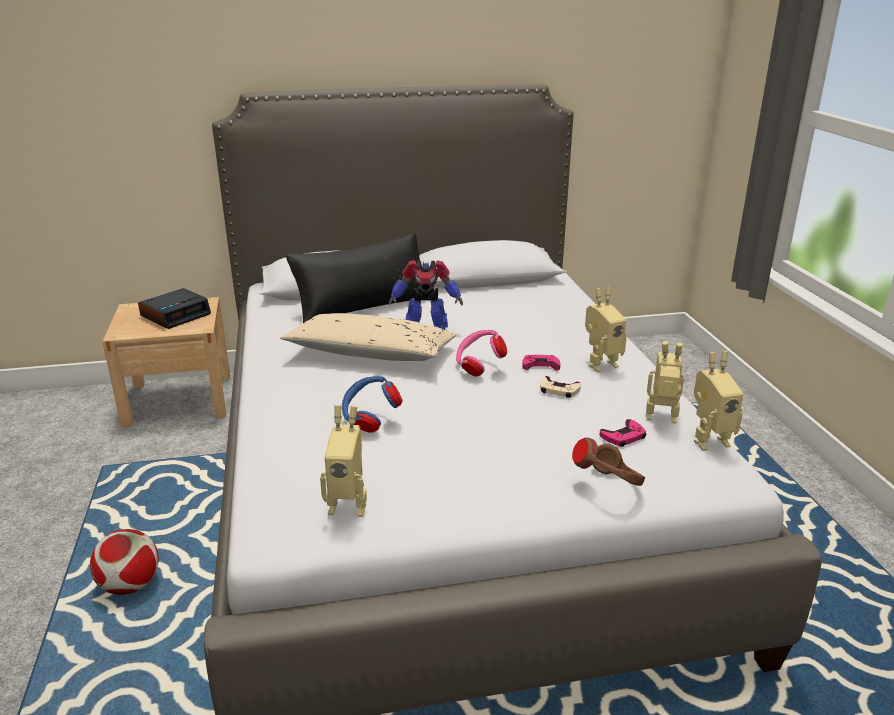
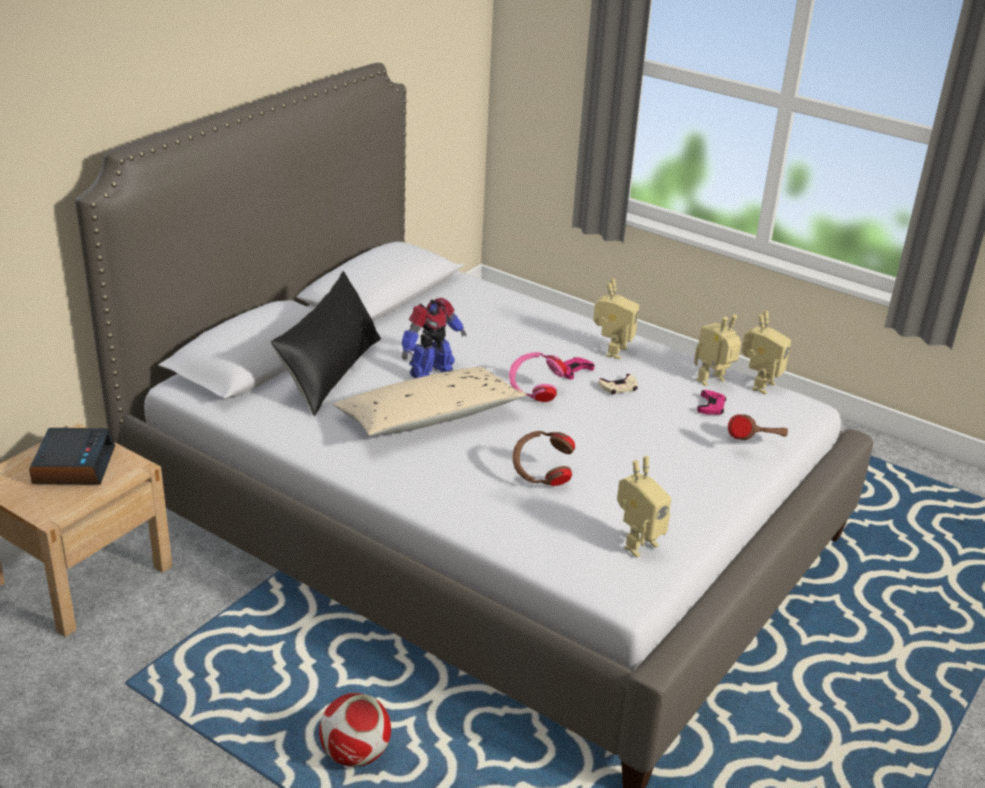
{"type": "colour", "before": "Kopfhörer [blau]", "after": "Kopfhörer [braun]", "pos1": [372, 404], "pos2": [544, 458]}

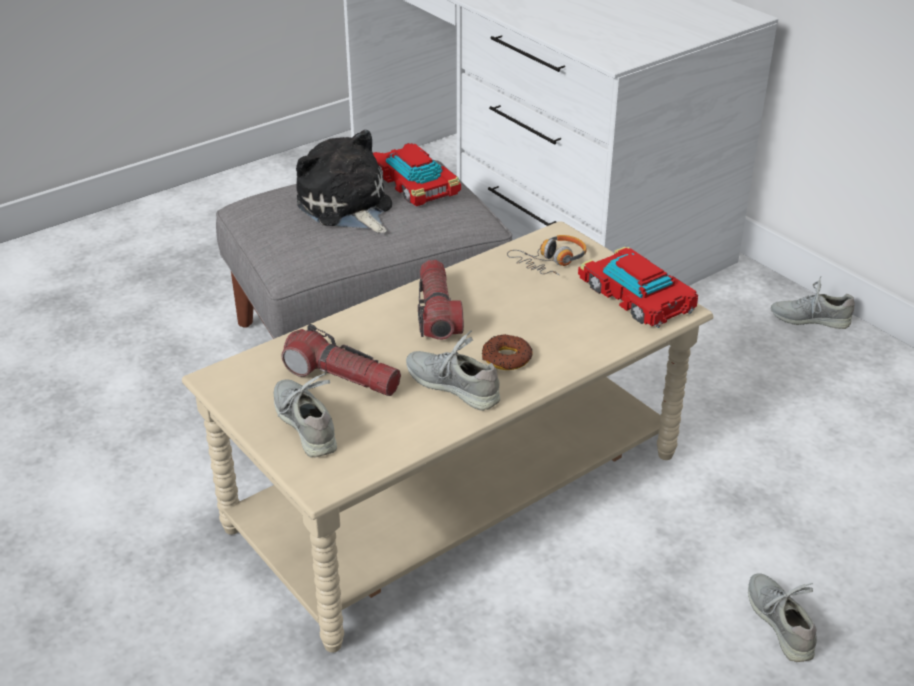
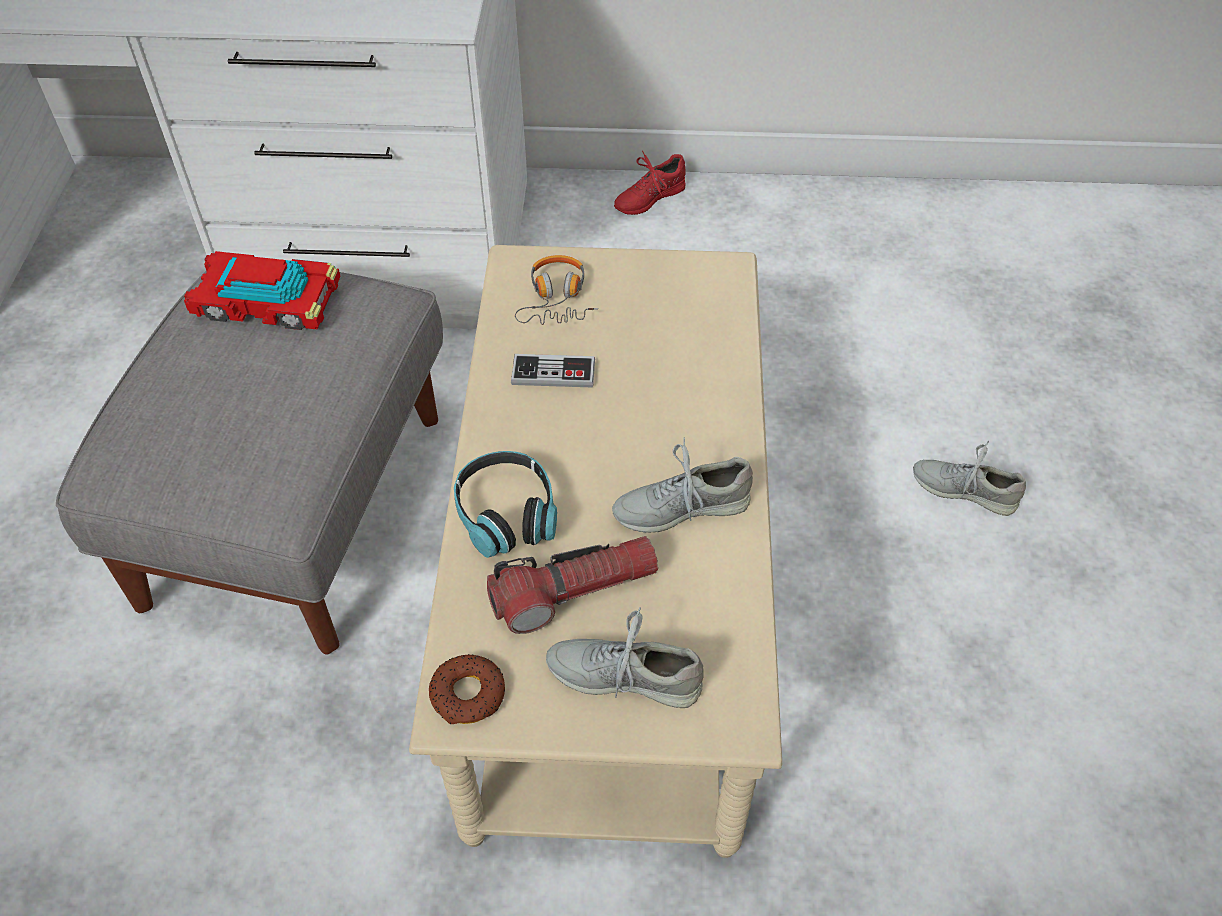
{"type": "relocated", "before": "Donut", "pos1": [507, 352], "pos2": [467, 689]}
{"type": "appeared", "after": "Kopfhörer", "pos2": [505, 504]}
{"type": "appeared", "after": "Gamepad", "pos2": [553, 370]}
{"type": "colour", "before": "Schuh [grau]", "after": "Schuh [rot]", "pos1": [813, 302], "pos2": [650, 183]}
{"type": "missing", "before": "Plüschtier", "pos1": [344, 181]}
{"type": "missing", "before": "Taschenlampe", "pos1": [441, 300]}
{"type": "missing", "before": "Spielzeugauto", "pos1": [638, 287]}

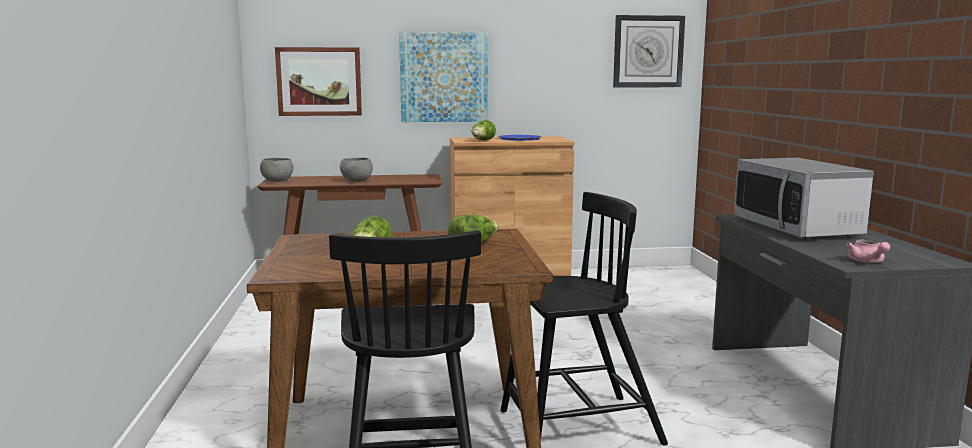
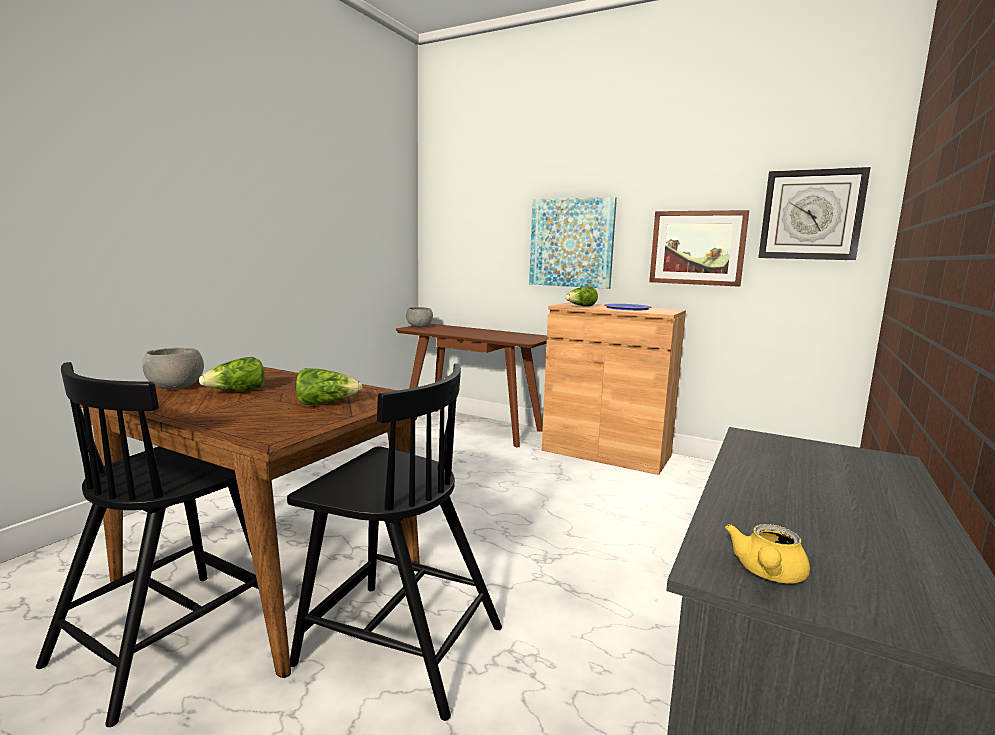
{"type": "relocated", "before": "Schüssel [grau]", "pos1": [356, 170], "pos2": [173, 368]}
{"type": "relocated", "before": "Bild", "pos1": [318, 81], "pos2": [699, 248]}
{"type": "colour", "before": "Teekanne [rosa]", "after": "Teekanne [gelb]", "pos1": [868, 251], "pos2": [767, 554]}
{"type": "missing", "before": "Mikrowelle", "pos1": [804, 198]}

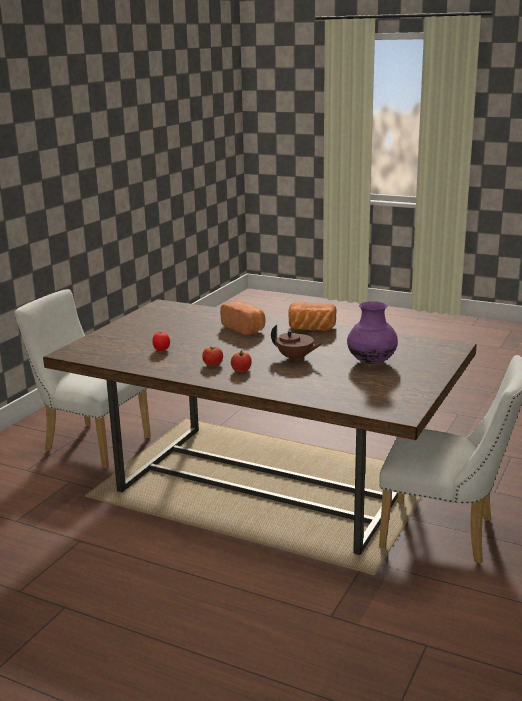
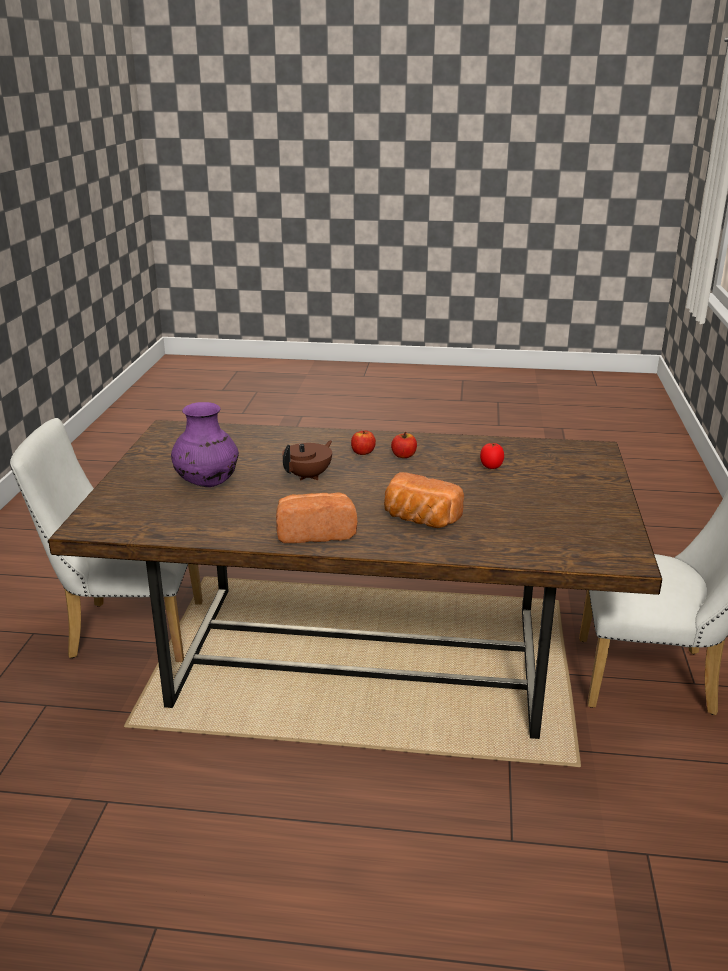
{"type": "spun", "before": "Teekanne [braun]", "pos1": [296, 343], "pos2": [307, 460], "turn": 120}

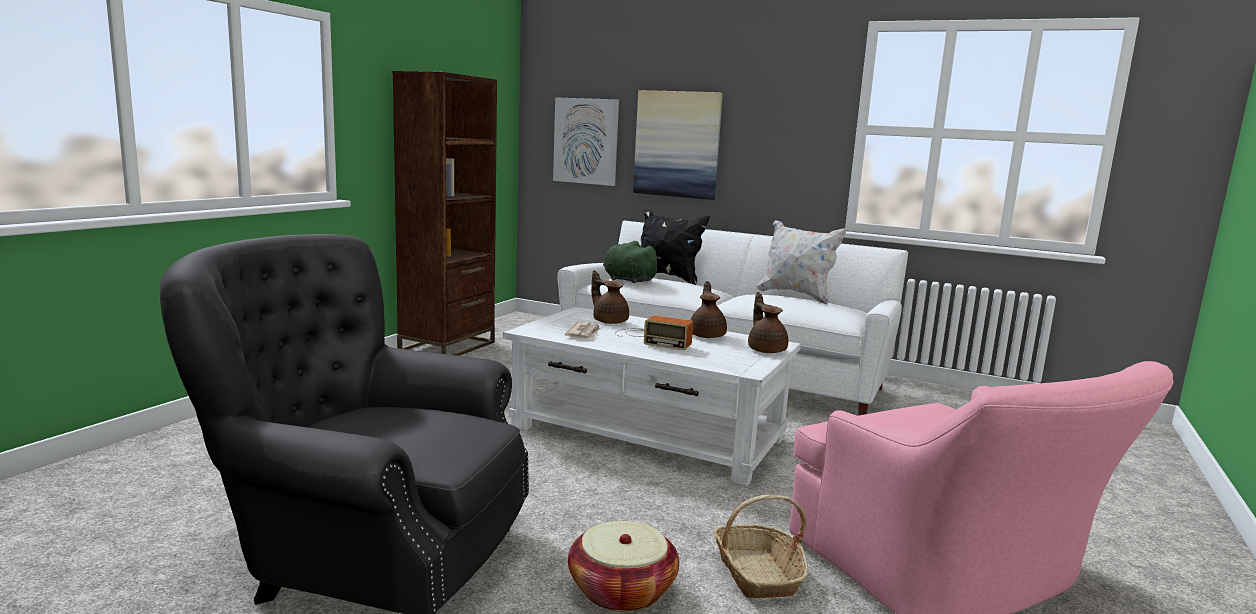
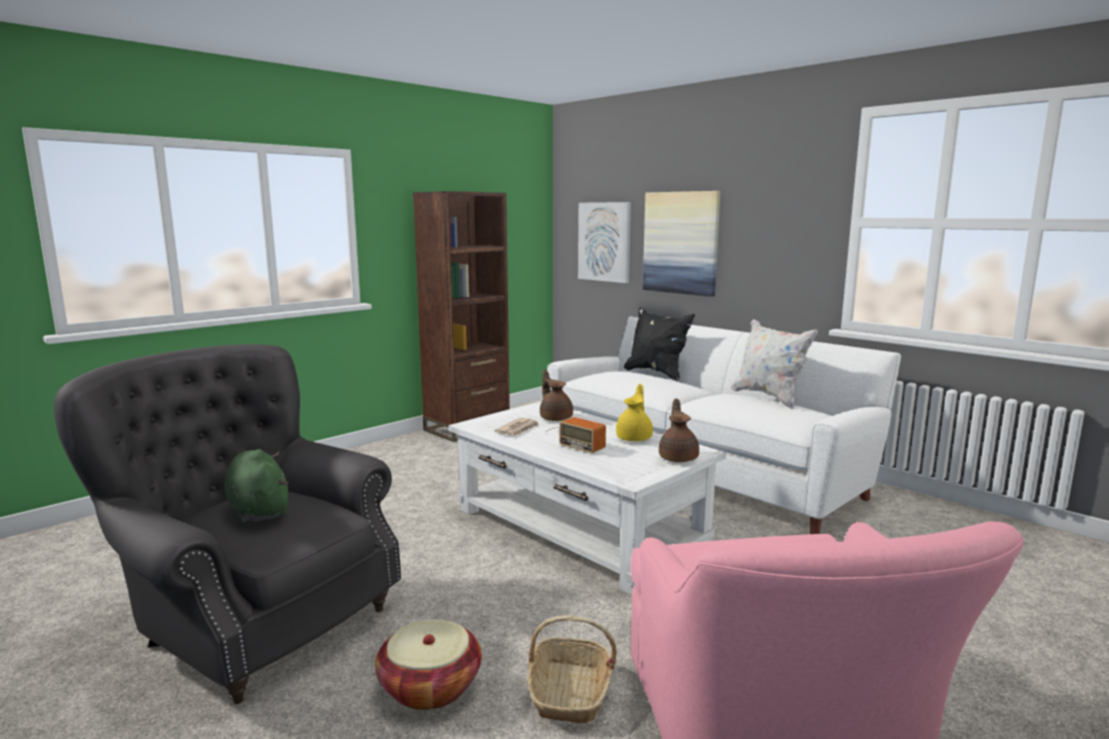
{"type": "relocated", "before": "Plüschtier [grün]", "pos1": [632, 262], "pos2": [256, 486]}
{"type": "colour", "before": "Teekanne [braun]", "after": "Teekanne [gelb]", "pos1": [709, 309], "pos2": [634, 412]}

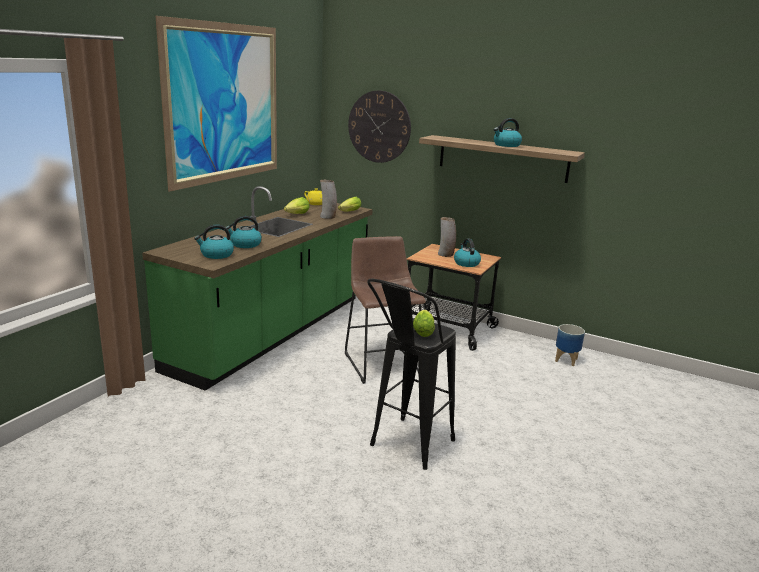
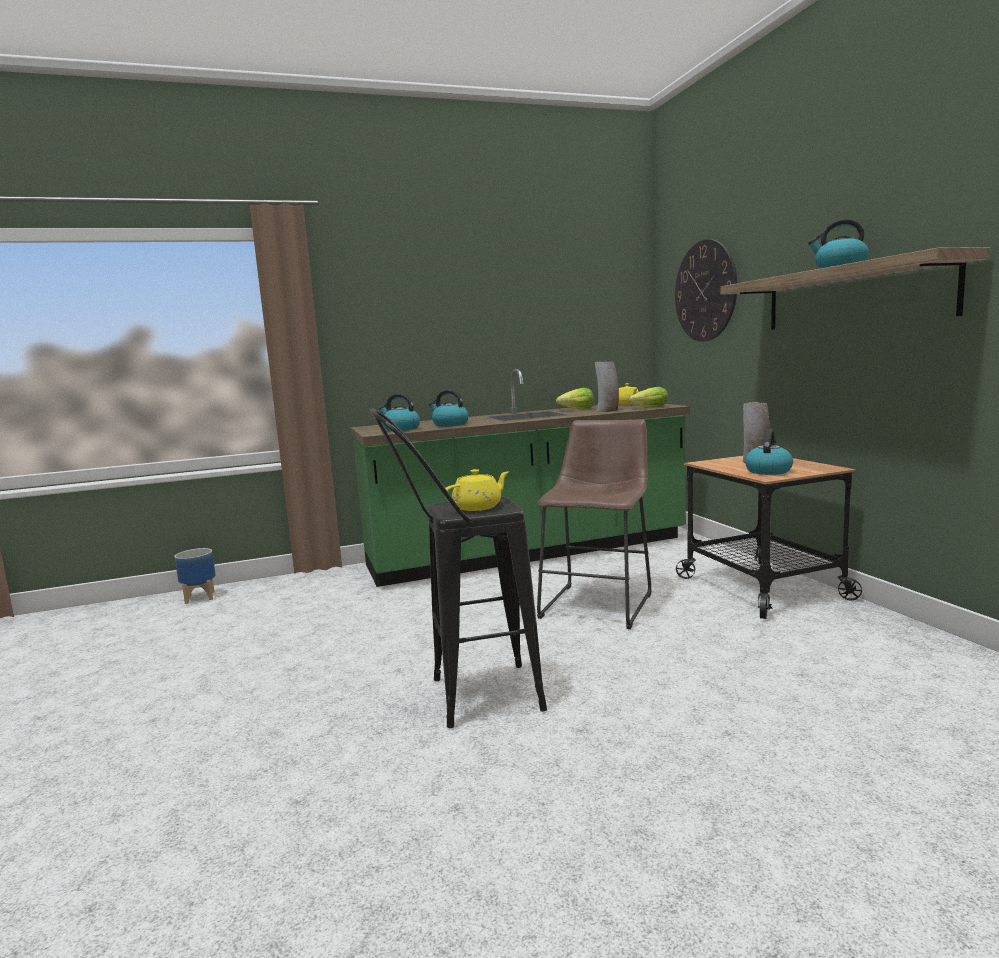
{"type": "relocated", "before": "Pflanzkübel", "pos1": [570, 345], "pos2": [195, 576]}
{"type": "exchanged", "before": "Salatkopf", "after": "Teekanne [gelb]", "pos1": [424, 323], "pos2": [477, 490]}
{"type": "missing", "before": "Bild", "pos1": [216, 104]}

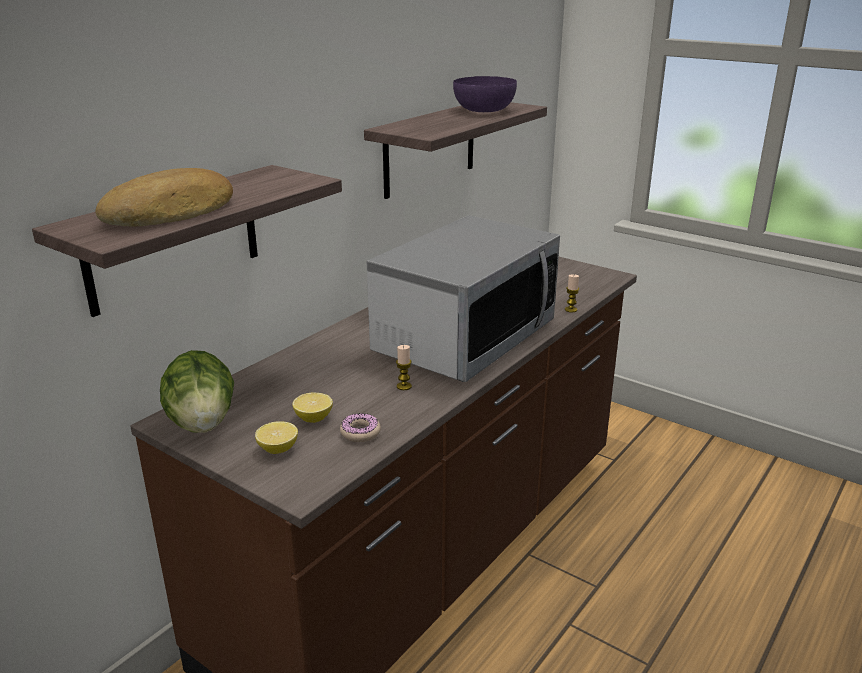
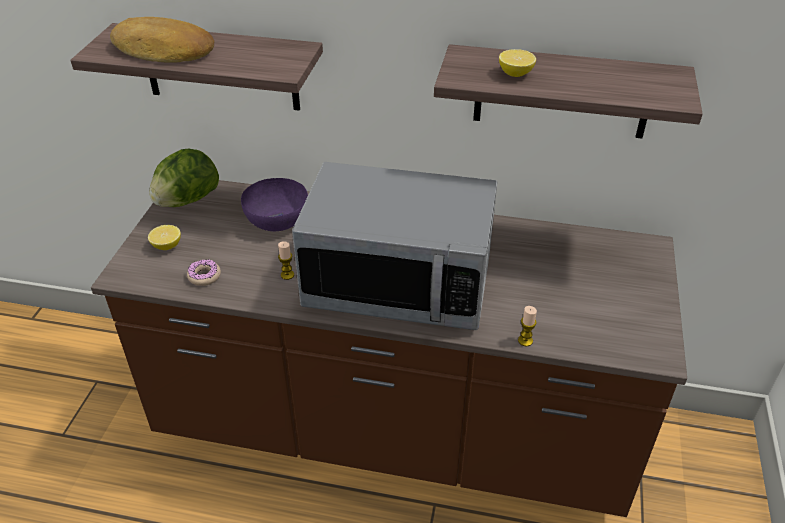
{"type": "relocated", "before": "Schüssel [lila]", "pos1": [485, 94], "pos2": [274, 204]}
{"type": "relocated", "before": "Zitrone", "pos1": [313, 408], "pos2": [517, 63]}

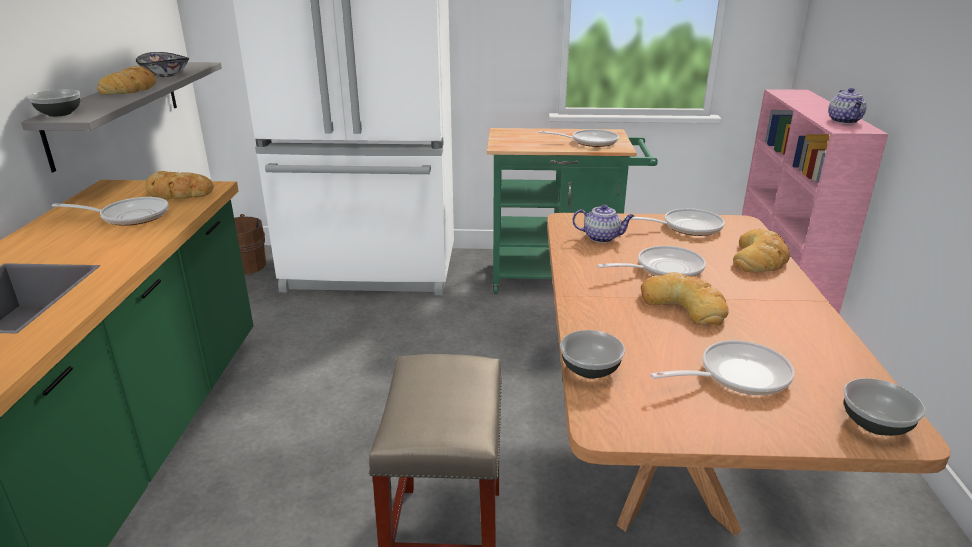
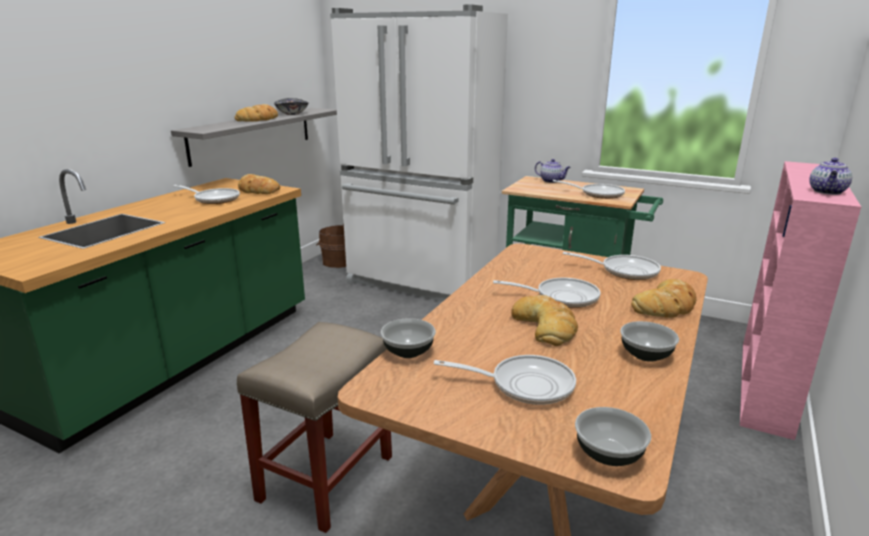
{"type": "relocated", "before": "Teekanne", "pos1": [603, 223], "pos2": [553, 171]}
{"type": "relocated", "before": "Schüssel", "pos1": [54, 103], "pos2": [649, 341]}

